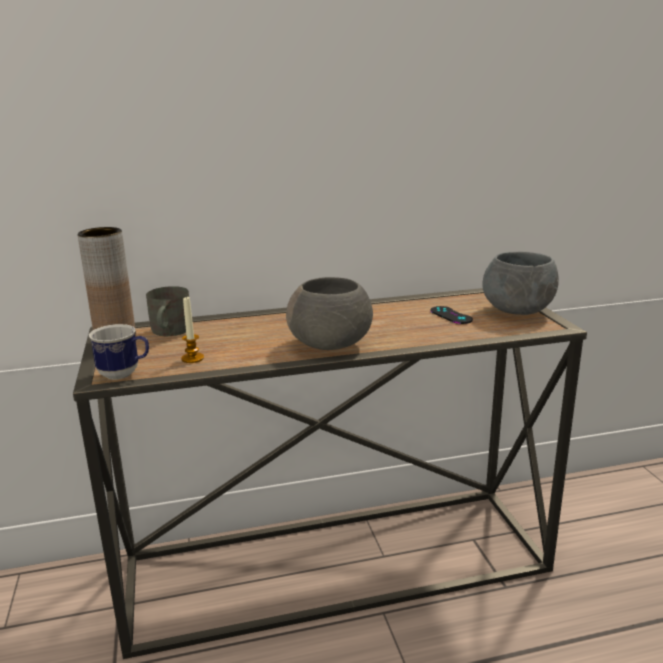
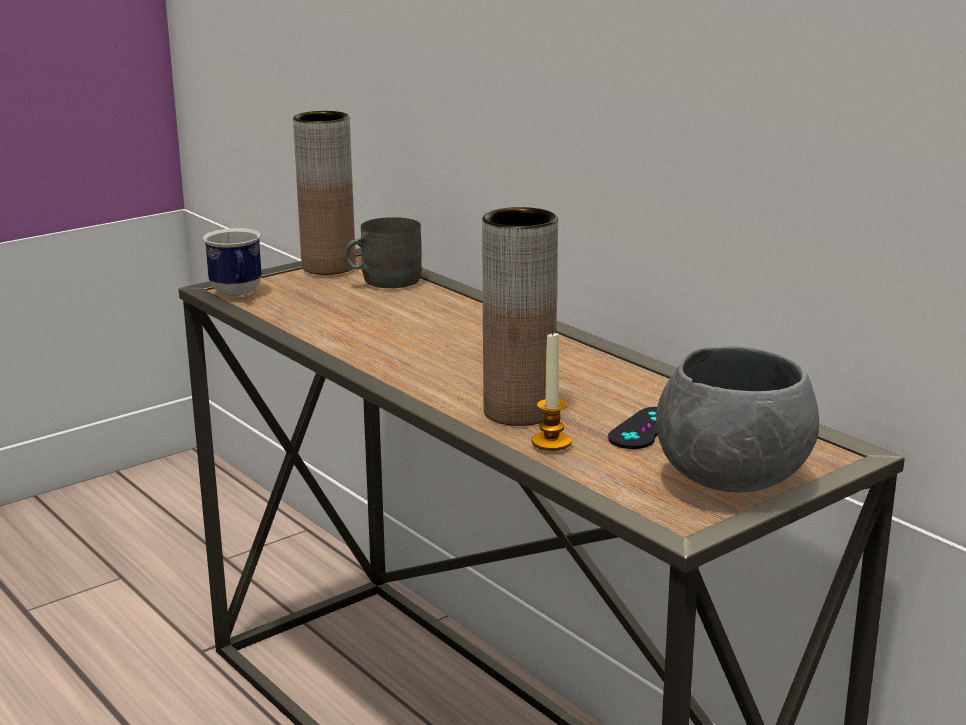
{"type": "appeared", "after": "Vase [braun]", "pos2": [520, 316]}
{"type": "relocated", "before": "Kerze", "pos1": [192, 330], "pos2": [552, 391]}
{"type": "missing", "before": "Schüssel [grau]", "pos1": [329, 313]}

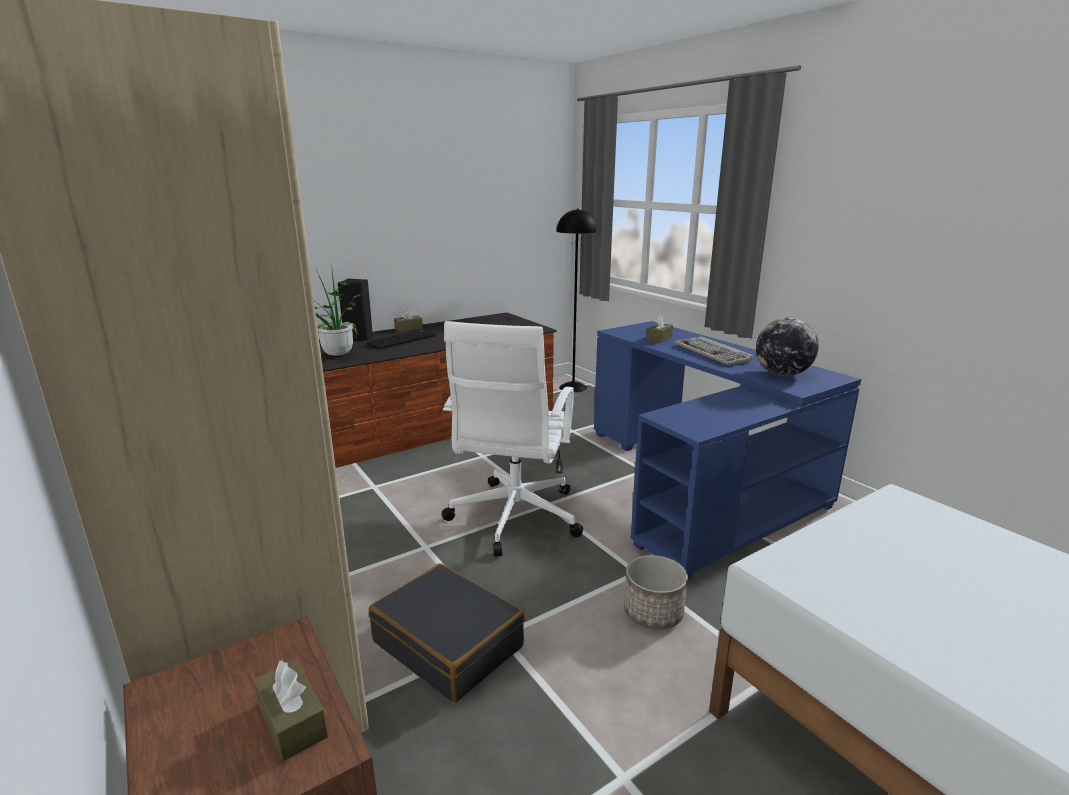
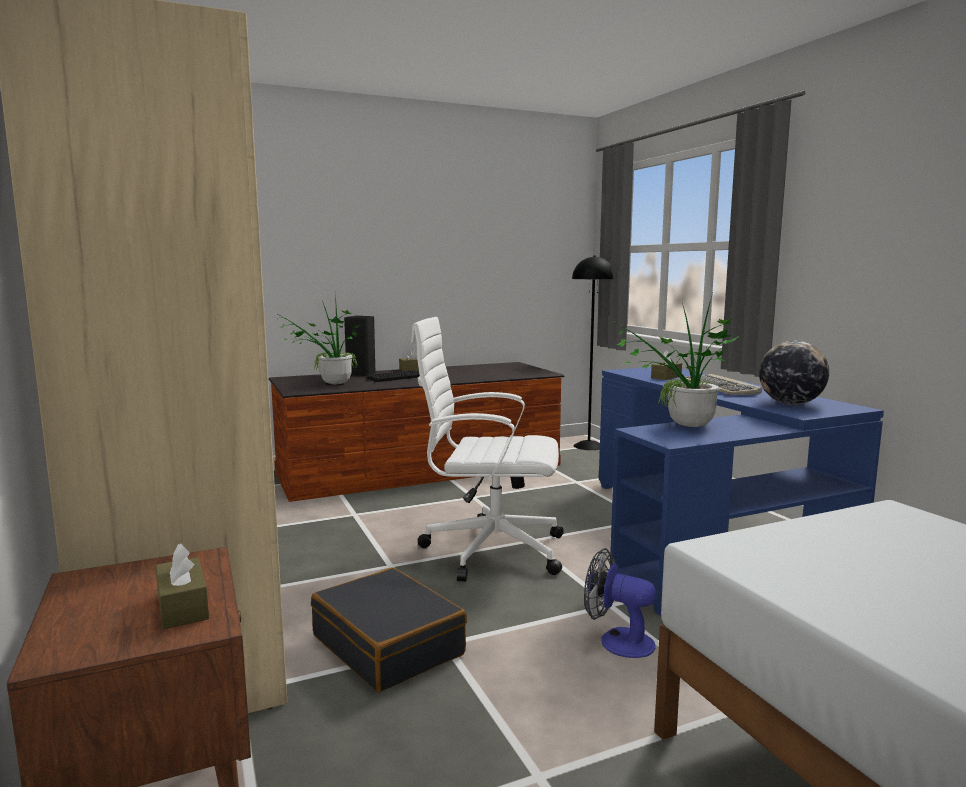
{"type": "spun", "before": "Bürostuhl [weiß]", "pos1": [512, 439], "pos2": [487, 449], "turn": 75}
{"type": "exchanged", "before": "Pflanzkübel", "after": "Ventilator", "pos1": [656, 592], "pos2": [620, 603]}
{"type": "appeared", "after": "Topfpflanze", "pos2": [677, 360]}

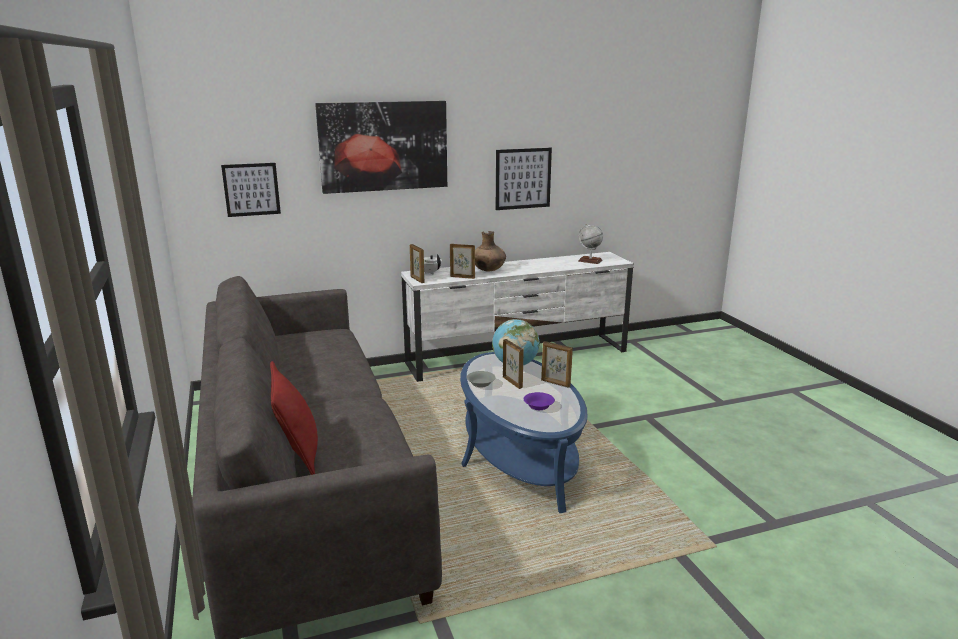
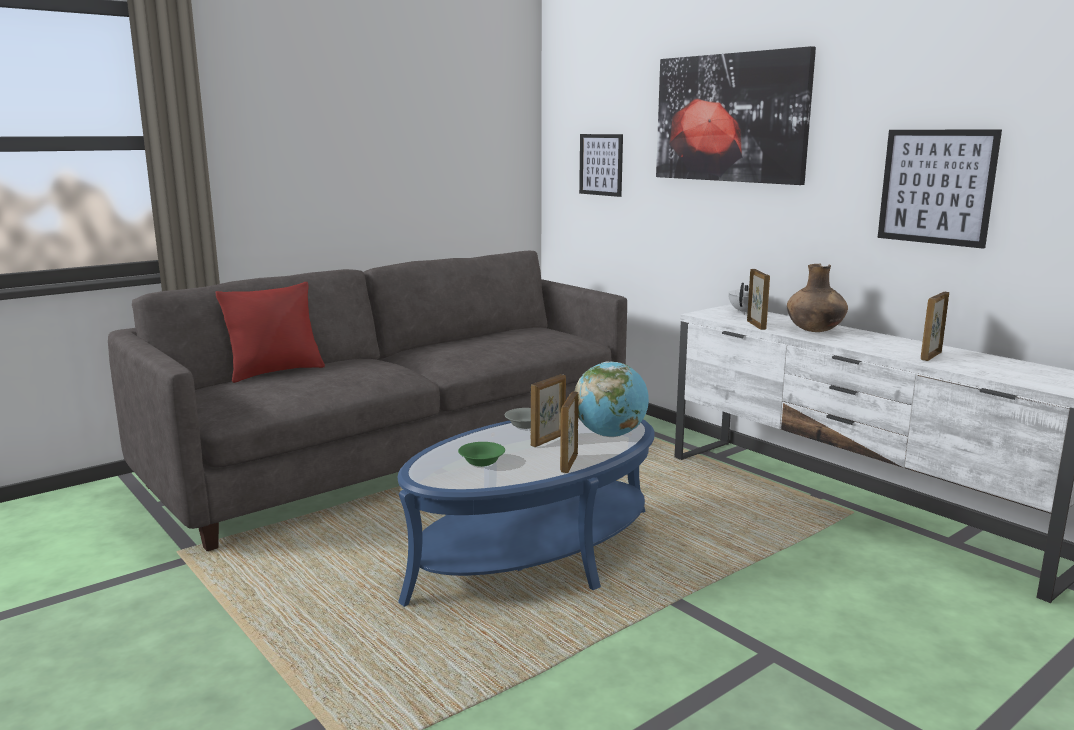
{"type": "colour", "before": "Schüssel [lila]", "after": "Schüssel [grün]", "pos1": [539, 401], "pos2": [481, 454]}
{"type": "relocated", "before": "Bilderrahmen", "pos1": [417, 263], "pos2": [935, 326]}
{"type": "missing", "before": "Globus", "pos1": [590, 244]}

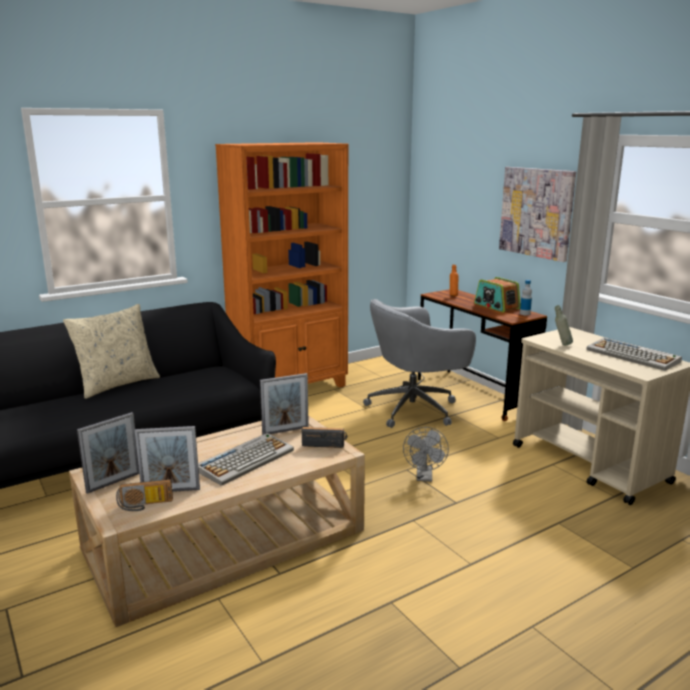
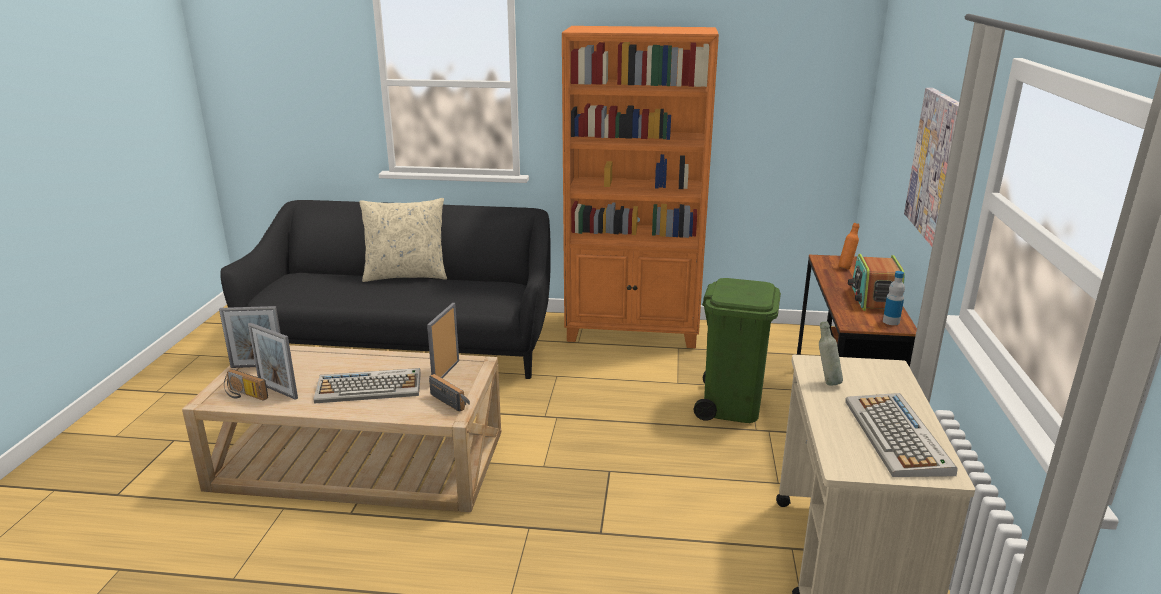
{"type": "spun", "before": "Bilderrahmen", "pos1": [284, 404], "pos2": [443, 340], "turn": 90}
{"type": "exchanged", "before": "Bürostuhl [grau]", "after": "Mülleimer [grün]", "pos1": [419, 363], "pos2": [737, 350]}
{"type": "missing", "before": "Ventilator [grau]", "pos1": [426, 454]}

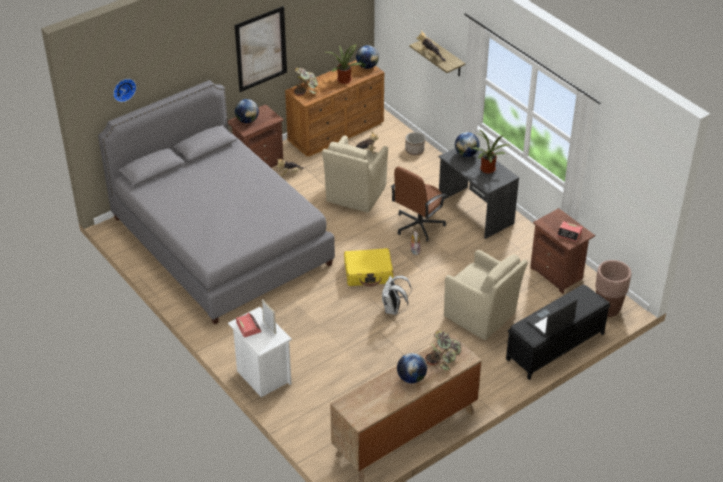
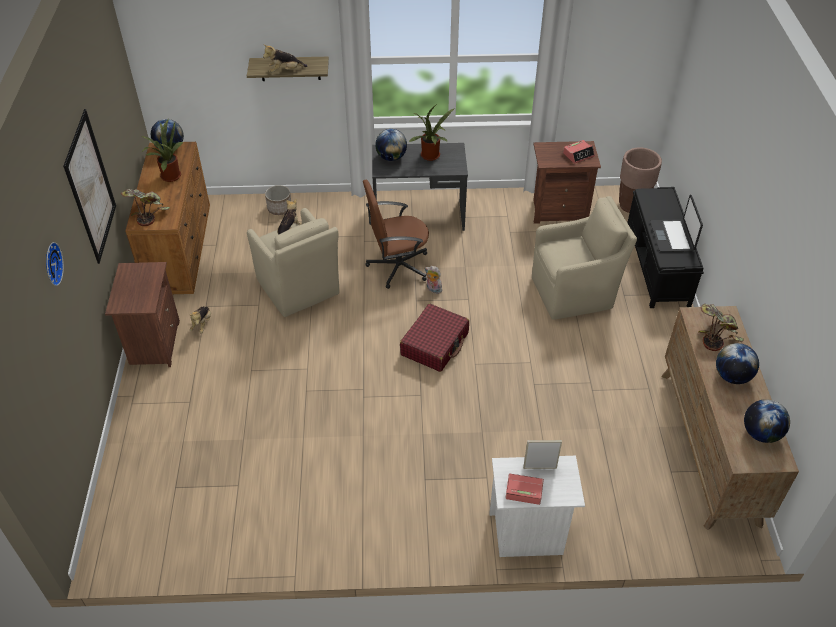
{"type": "relocated", "before": "Wanduhr", "pos1": [124, 90], "pos2": [55, 264]}
{"type": "spun", "before": "Bürostuhl [braun]", "pos1": [419, 204], "pos2": [396, 234], "turn": 90}
{"type": "colour", "before": "Koffer [gelb]", "after": "Koffer [rot]", "pos1": [368, 267], "pos2": [434, 337]}
{"type": "relocated", "before": "Globus", "pos1": [247, 111], "pos2": [767, 421]}
{"type": "missing", "before": "Bett [grau]", "pos1": [216, 202]}
{"type": "missing", "before": "Rucksack [weiß]", "pos1": [397, 295]}

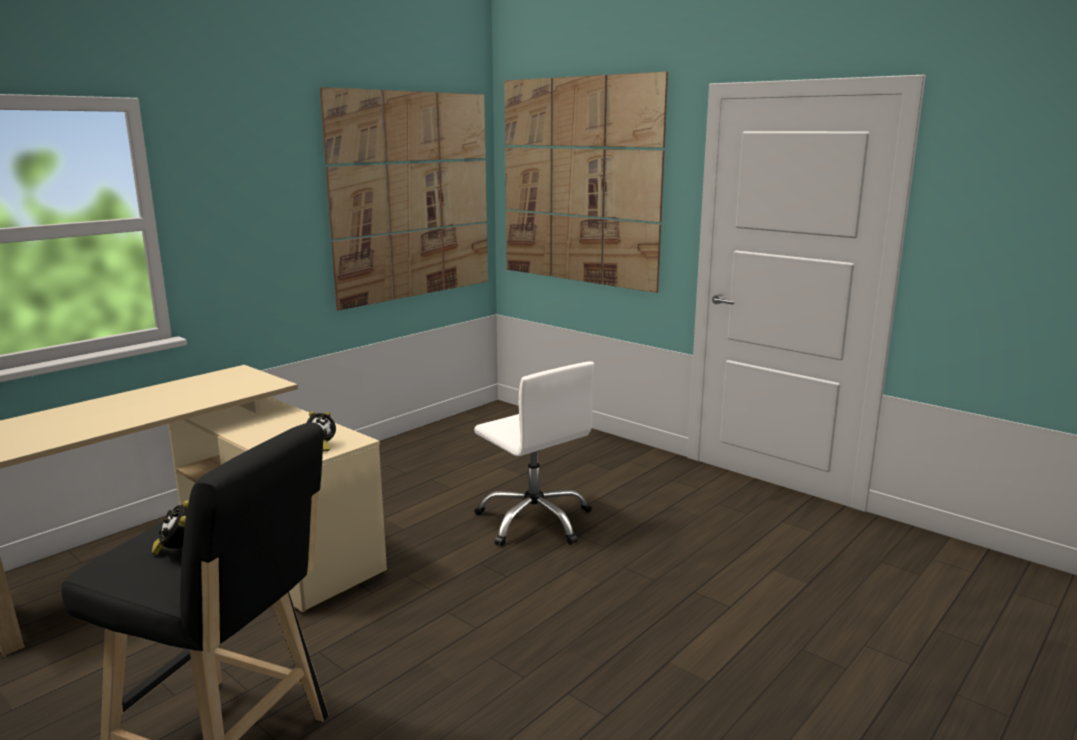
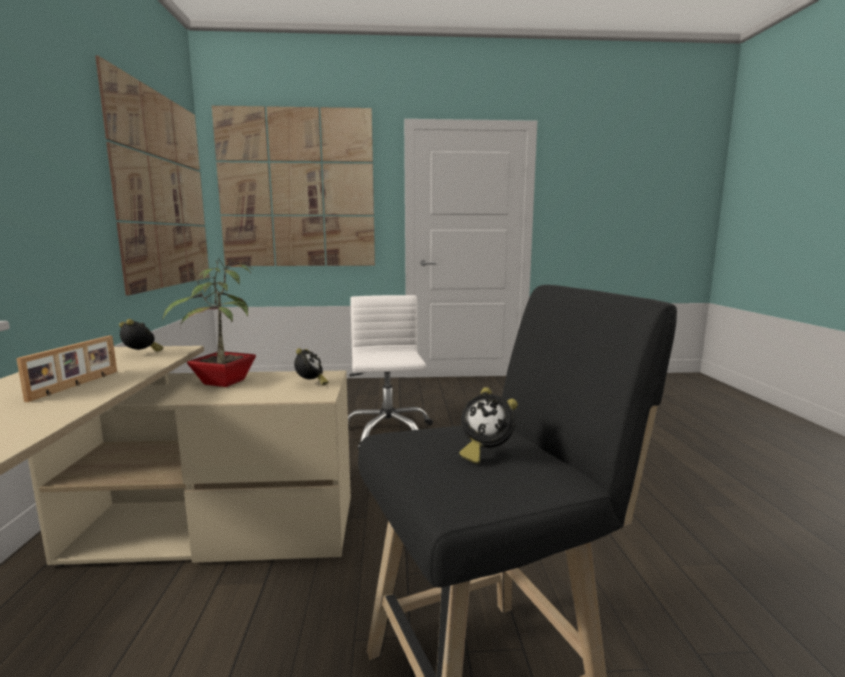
{"type": "appeared", "after": "Bilderrahmen", "pos2": [66, 369]}
{"type": "appeared", "after": "Wecker", "pos2": [141, 335]}
{"type": "appeared", "after": "Topfpflanze", "pos2": [209, 323]}
{"type": "spun", "before": "Bürostuhl [weiß]", "pos1": [534, 453], "pos2": [390, 372], "turn": -105}

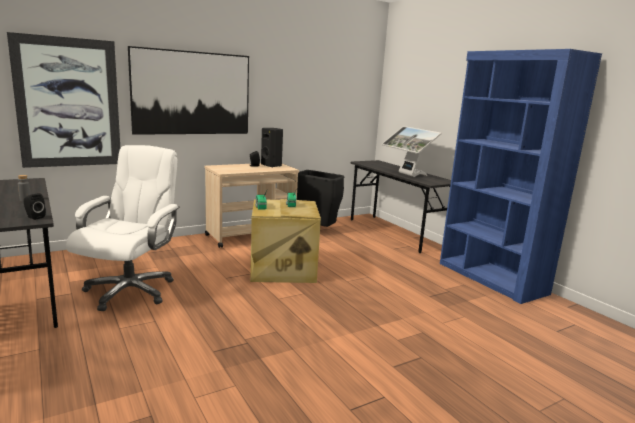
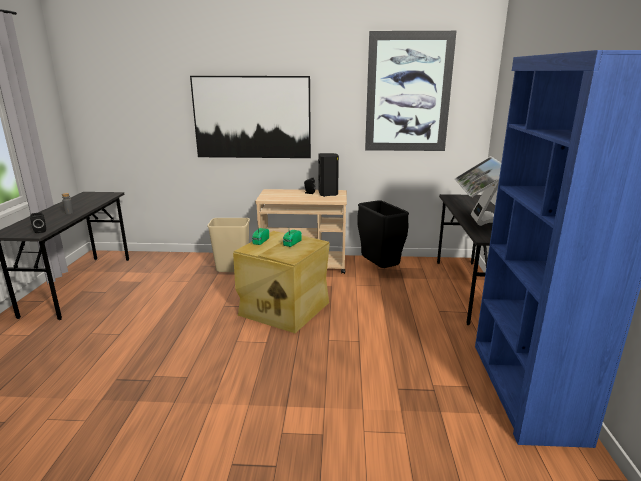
{"type": "appeared", "after": "Mülleimer [beige]", "pos2": [228, 245]}
{"type": "relocated", "before": "Bild", "pos1": [63, 100], "pos2": [411, 91]}
{"type": "missing", "before": "Bürostuhl [weiß]", "pos1": [123, 228]}

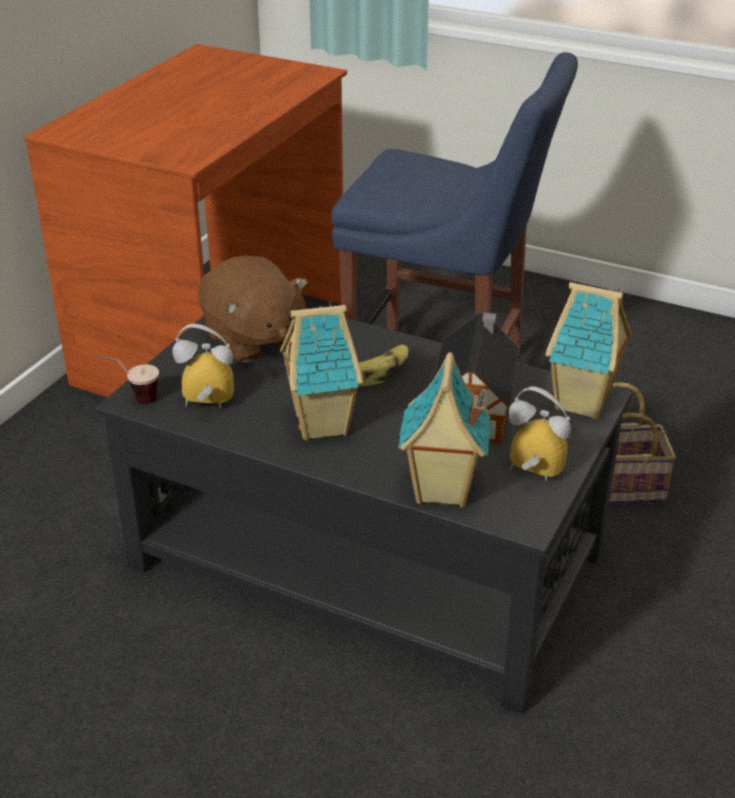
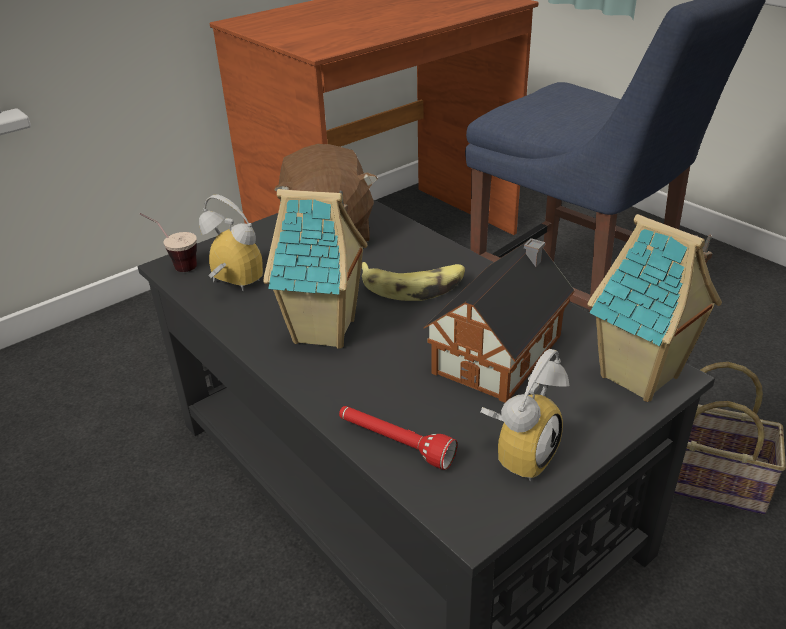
{"type": "exchanged", "before": "Spielzeughaus", "after": "Taschenlampe [rot]", "pos1": [444, 430], "pos2": [398, 438]}
{"type": "spun", "before": "Wecker", "pos1": [539, 434], "pos2": [525, 415], "turn": 75}

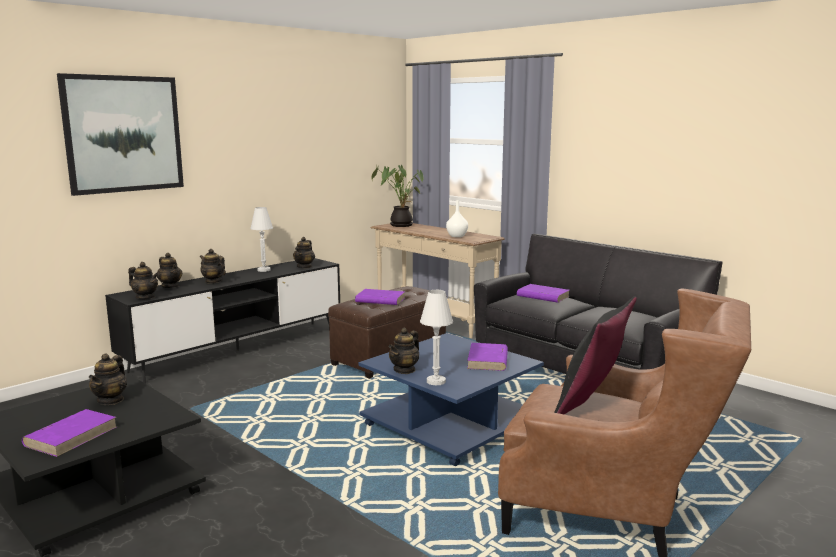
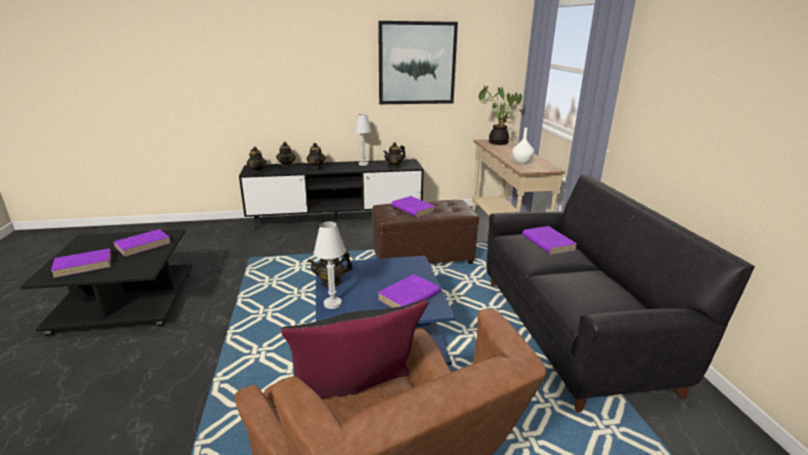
{"type": "exchanged", "before": "Teekanne", "after": "Buch [lila]", "pos1": [108, 379], "pos2": [142, 243]}
{"type": "relocated", "before": "Bild", "pos1": [120, 134], "pos2": [418, 62]}

